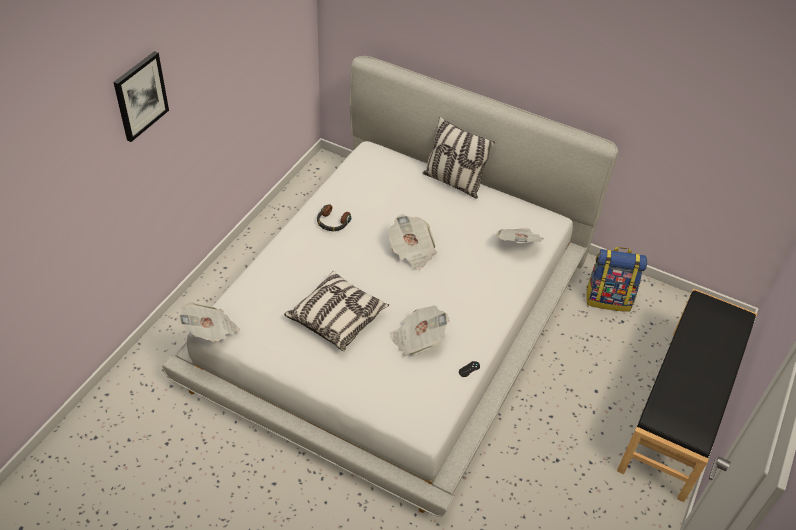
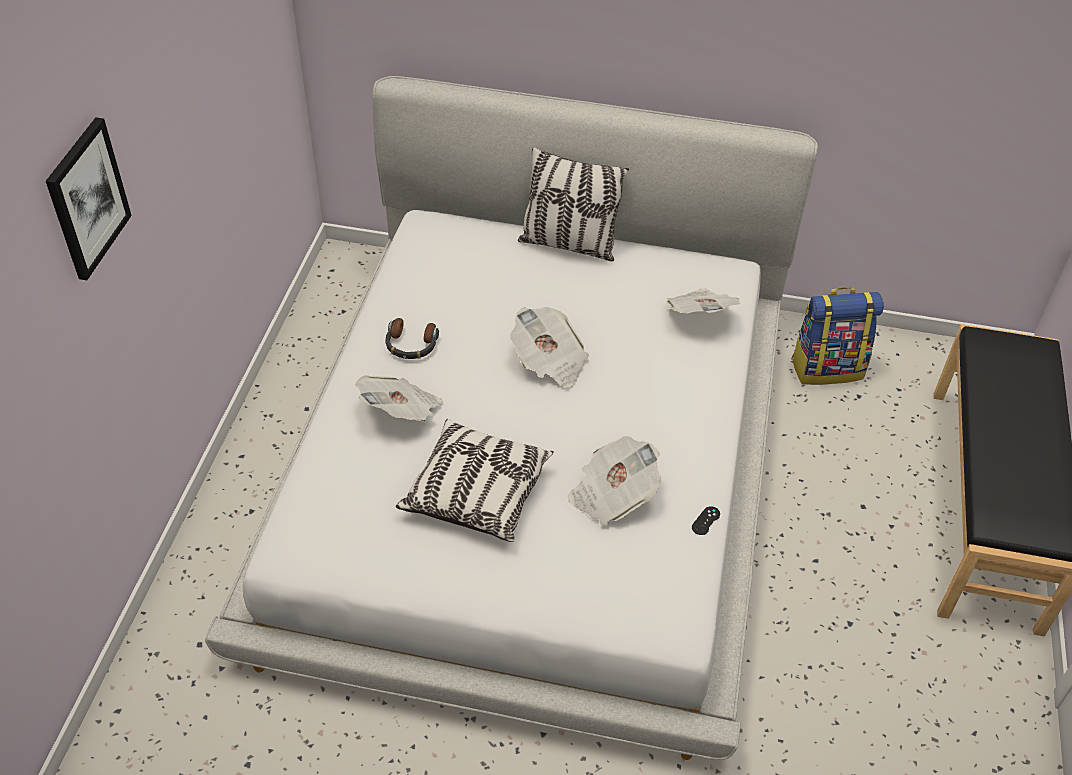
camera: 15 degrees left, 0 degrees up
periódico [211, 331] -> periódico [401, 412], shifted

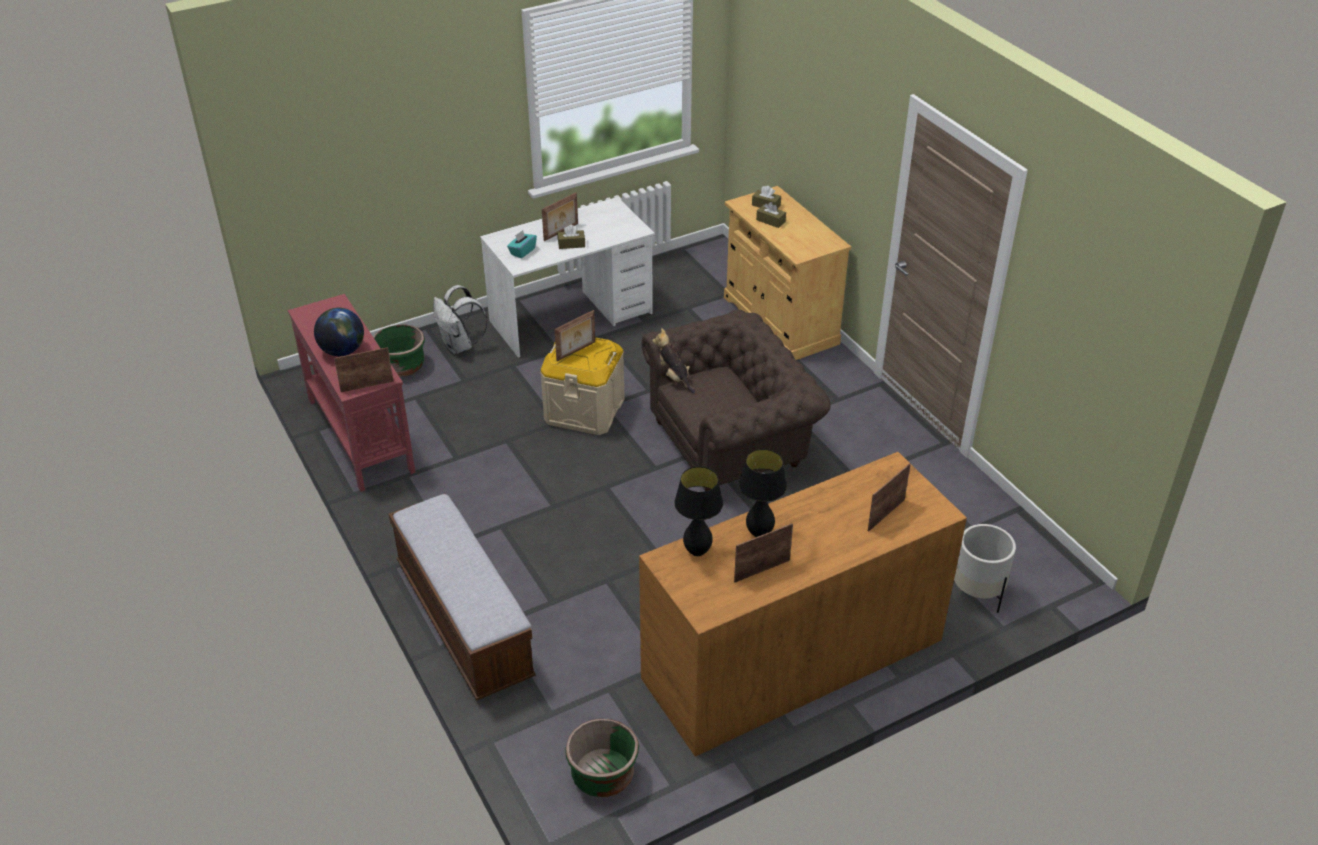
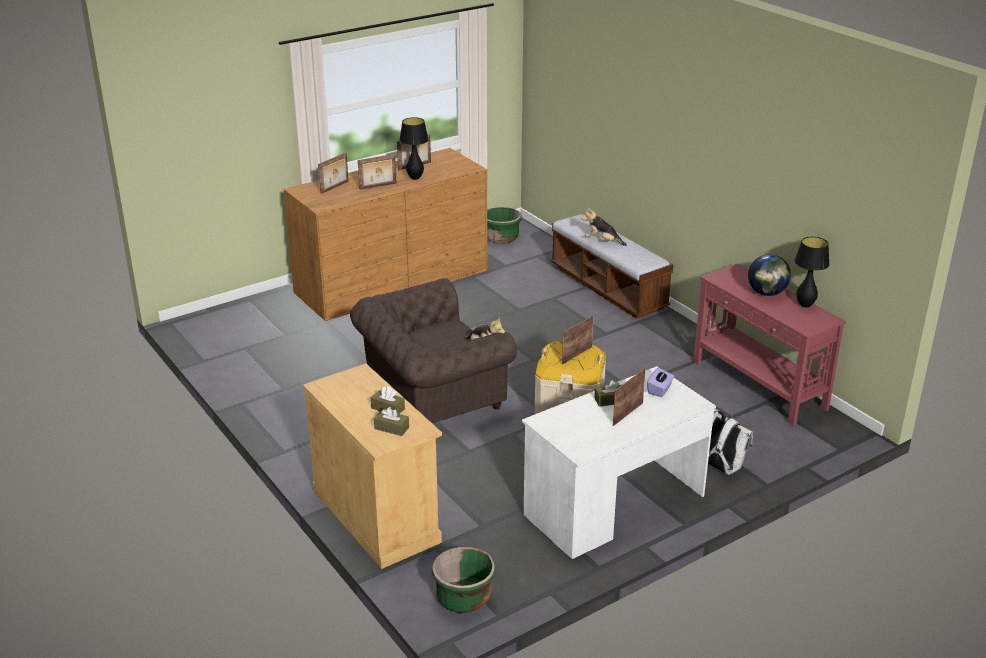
camera: 175 degrees right, 10 degrees down
portarretratos [367, 386] -> portarretratos [378, 186], shifted
maceta (verde) [402, 366] -> maceta (verde) [464, 598], shifted
none -> peluche [602, 241]
caja de pañuelos (turquesa) [522, 251] -> caja de pañuelos (morado) [659, 390]
lámpara de mesa (negro) [697, 551] -> lámpara de mesa (negro) [805, 305], shifted
maceta (blanco) [976, 593] -> none

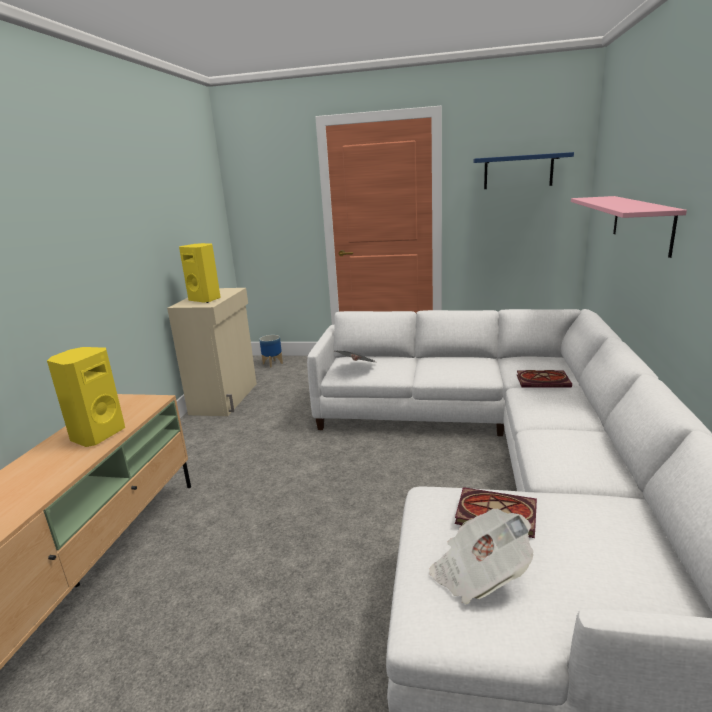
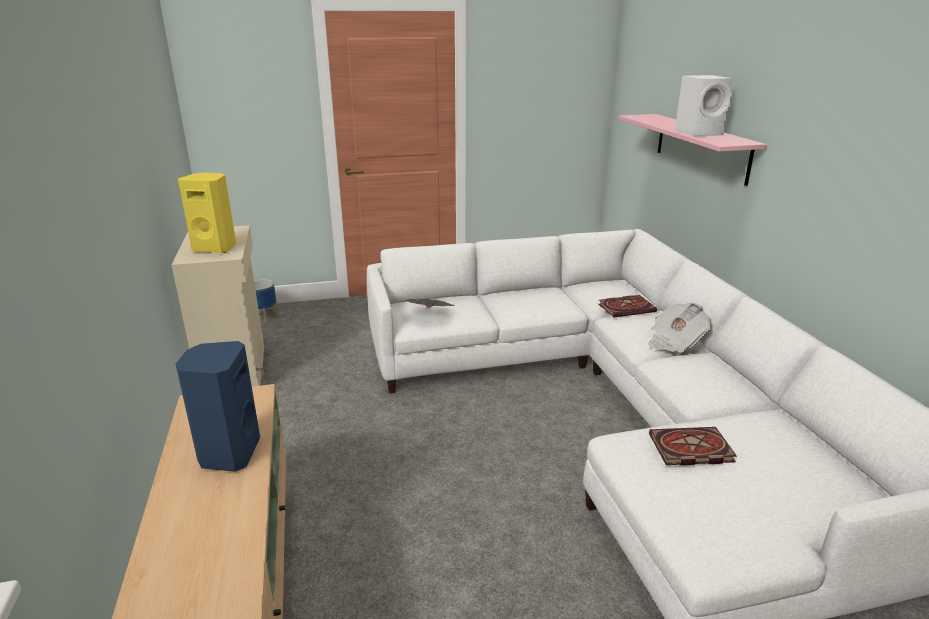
camera: 25 degrees left, 5 degrees up
altavoz (amarillo) [97, 435] -> altavoz (azul) [228, 453]
periódico [479, 574] -> periódico [675, 342], shifted
none -> altavoz (blanco) [700, 133]
estante (azul) [518, 171] -> none

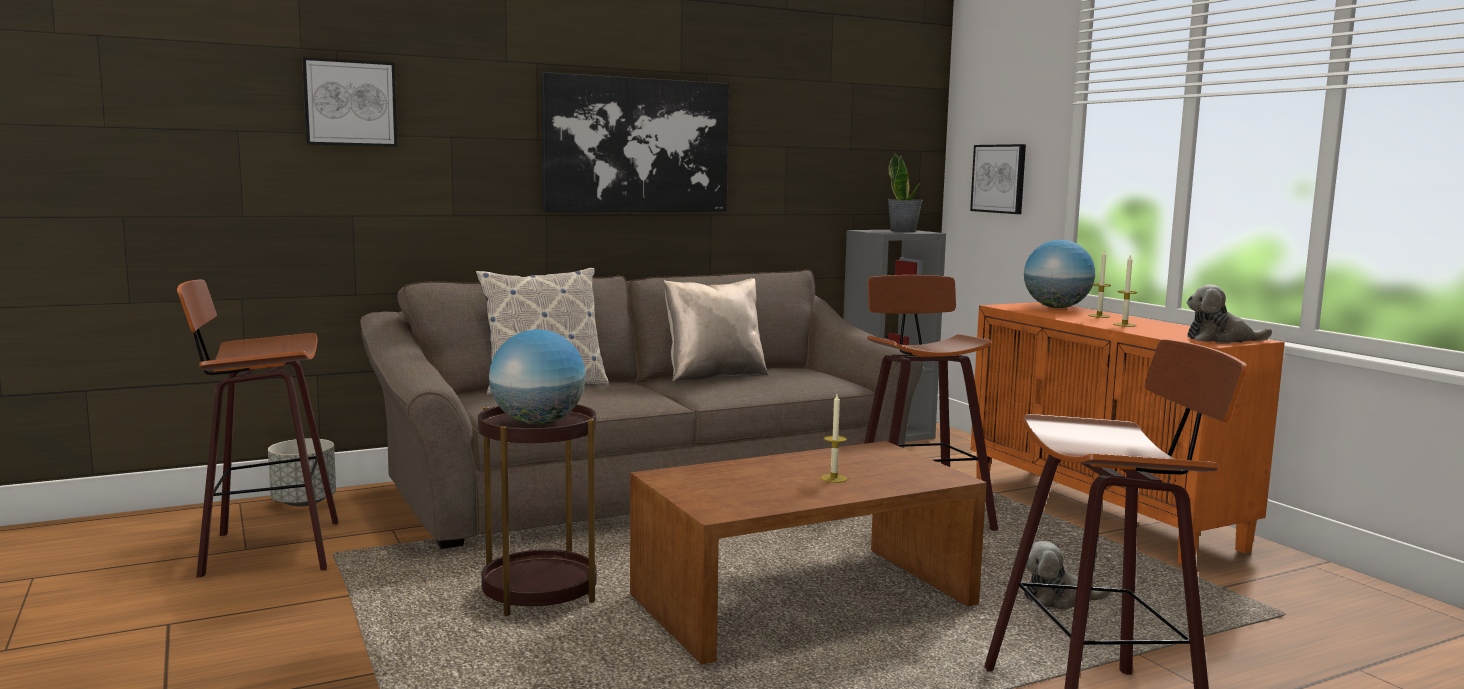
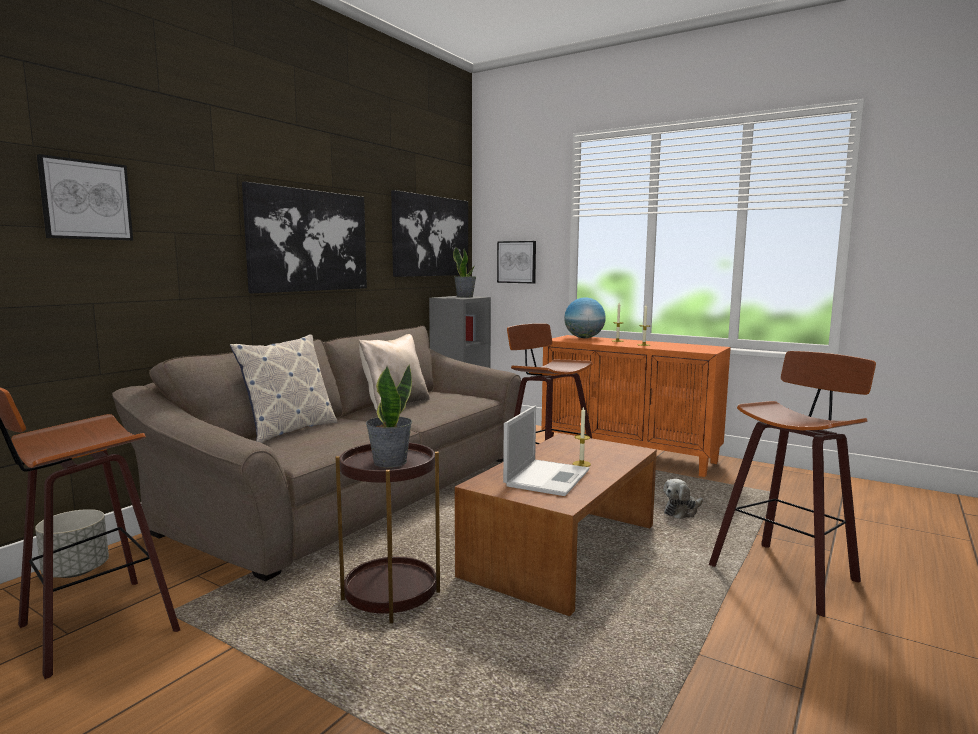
camera: 30 degrees left, 0 degrees up
globo terráqueo [538, 423] -> planta en maceta [389, 462]
none -> cuadro [431, 236]
none -> portátil [547, 477]
peluche [1221, 340] -> none

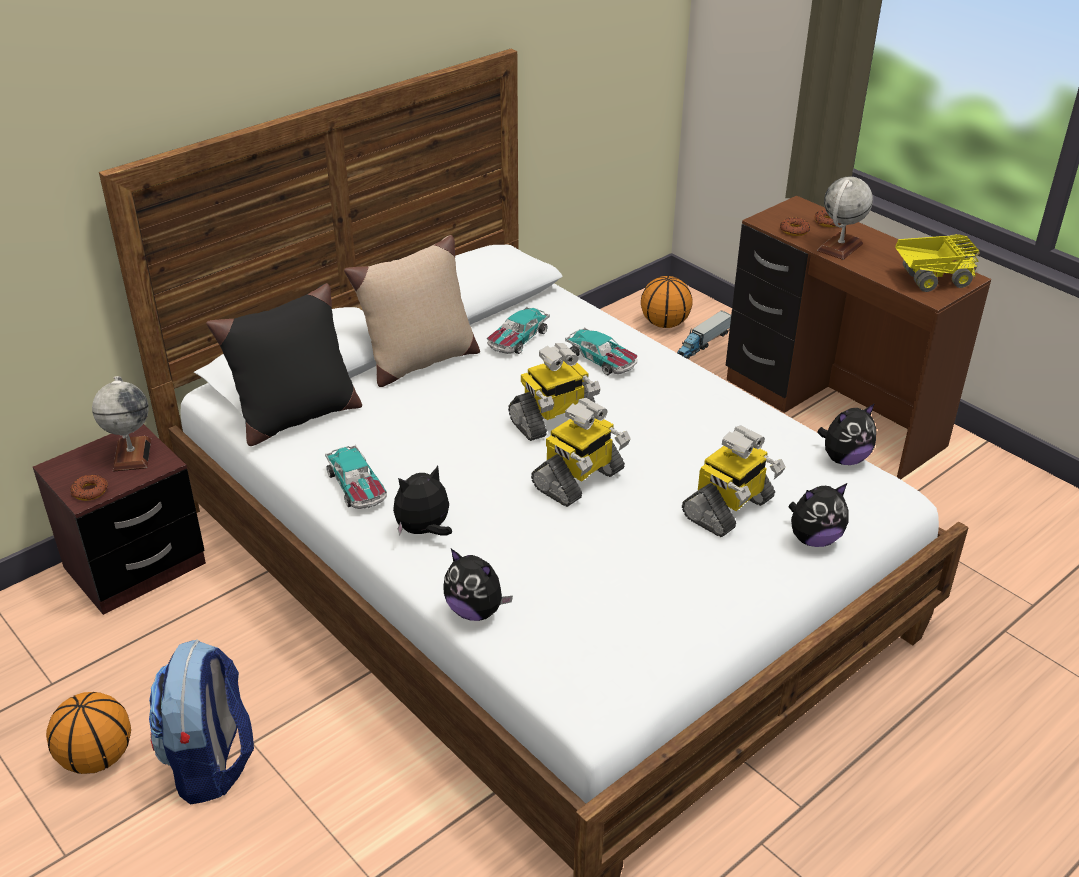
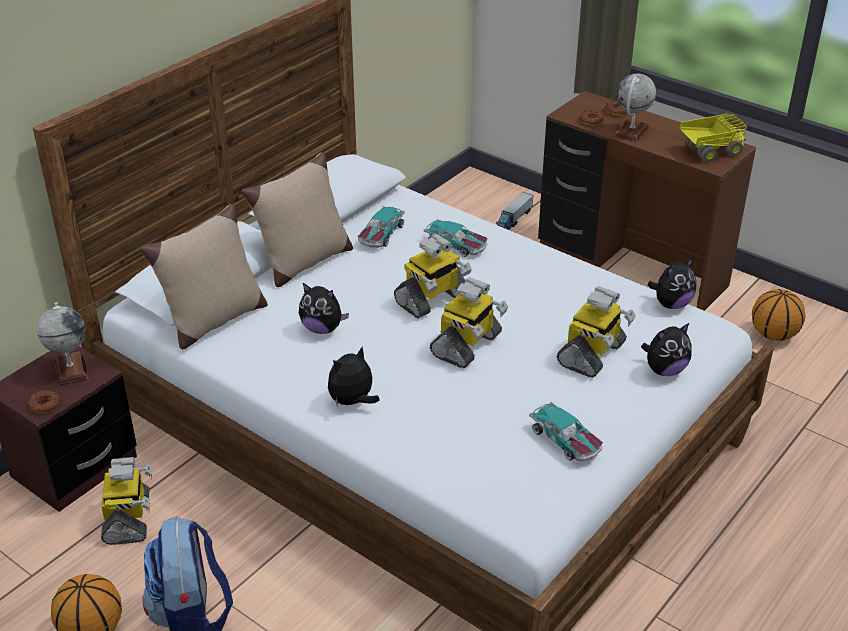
camera: 10 degrees left, 0 degrees up
none -> robot de juguete [129, 519]
cojín (negro) [295, 418] -> cojín (beis) [213, 321]
peluche [476, 610] -> peluche [322, 329], shifted
coche de juguete [357, 487] -> coche de juguete [566, 440], shifted
balón de baloncesto [664, 323] -> balón de baloncesto [773, 334], shifted

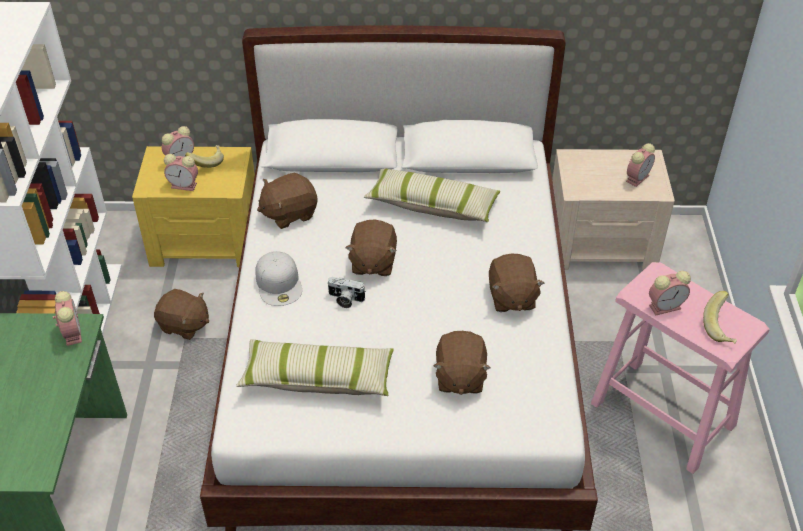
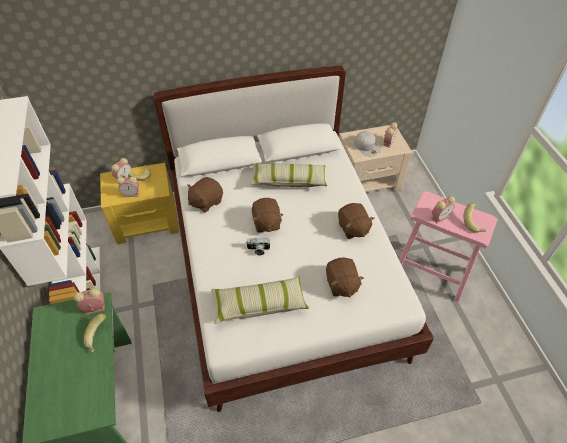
camera: 15 degrees left, 5 degrees up
despertador [72, 332] -> despertador [94, 309], 75 degrees counterclockwise
none -> plátano [99, 337]
gorra (blanco) [279, 283] -> gorra (blanco) [367, 146], shifted
peluche (marrón) [184, 325] -> none

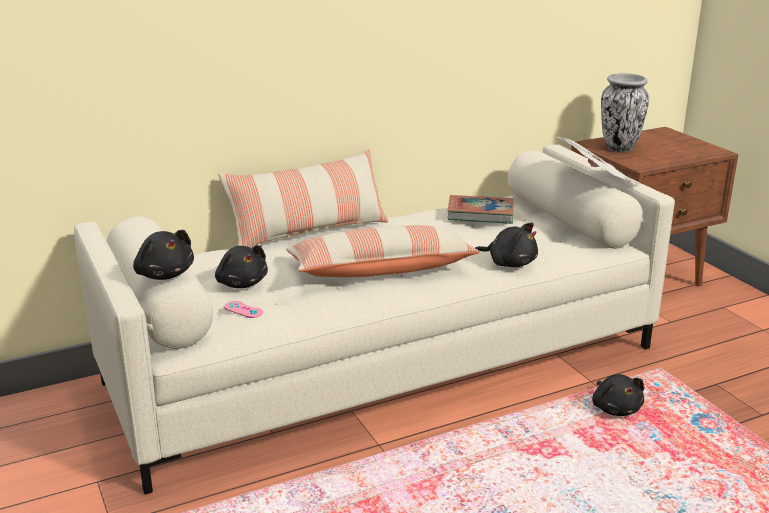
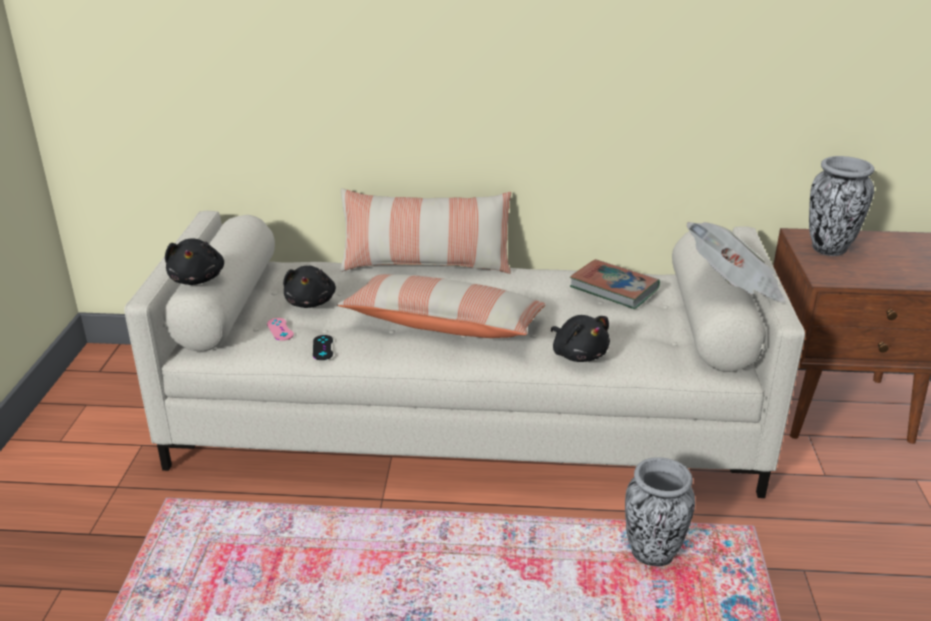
camera: 30 degrees right, 5 degrees up
none -> mando de consola (negro) [323, 348]
peluche (negro) [615, 408] -> florero [652, 553]

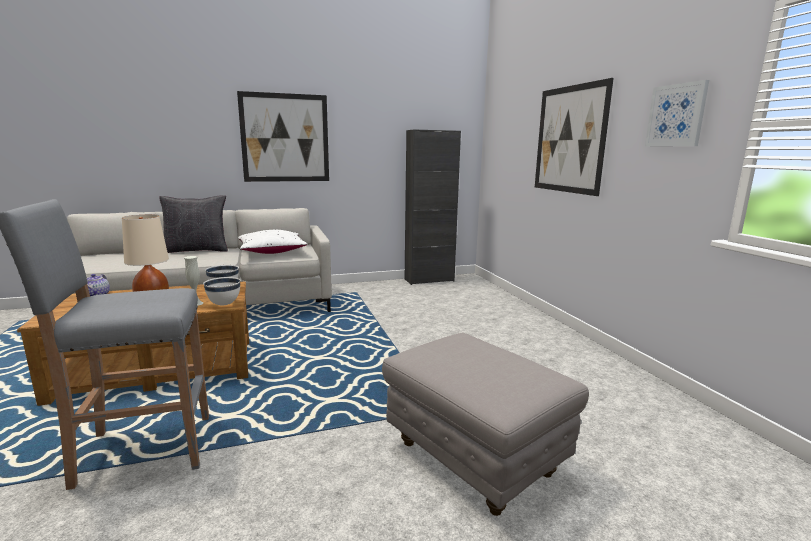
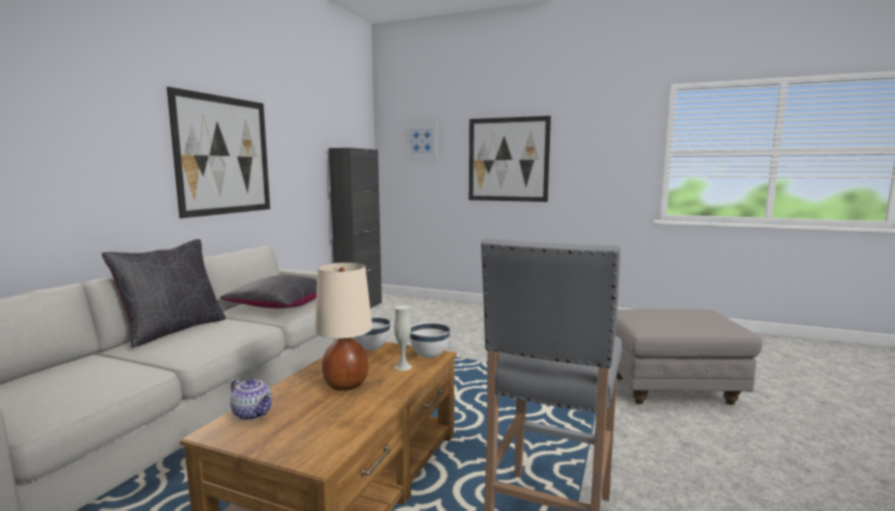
camera: 50 degrees left, 5 degrees down
cojín (blanco) [272, 251] -> cojín (negro) [281, 305]
cuadro [676, 115] -> cuadro [422, 141], shifted

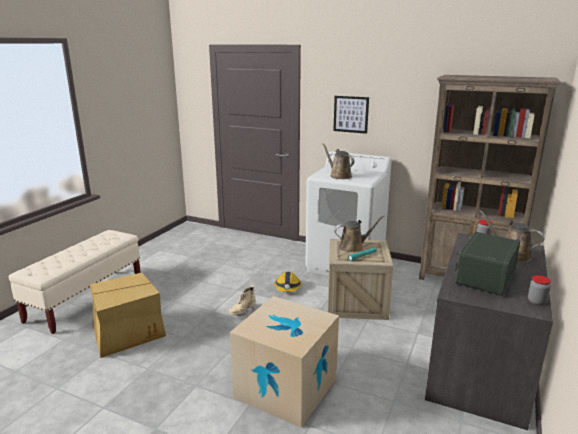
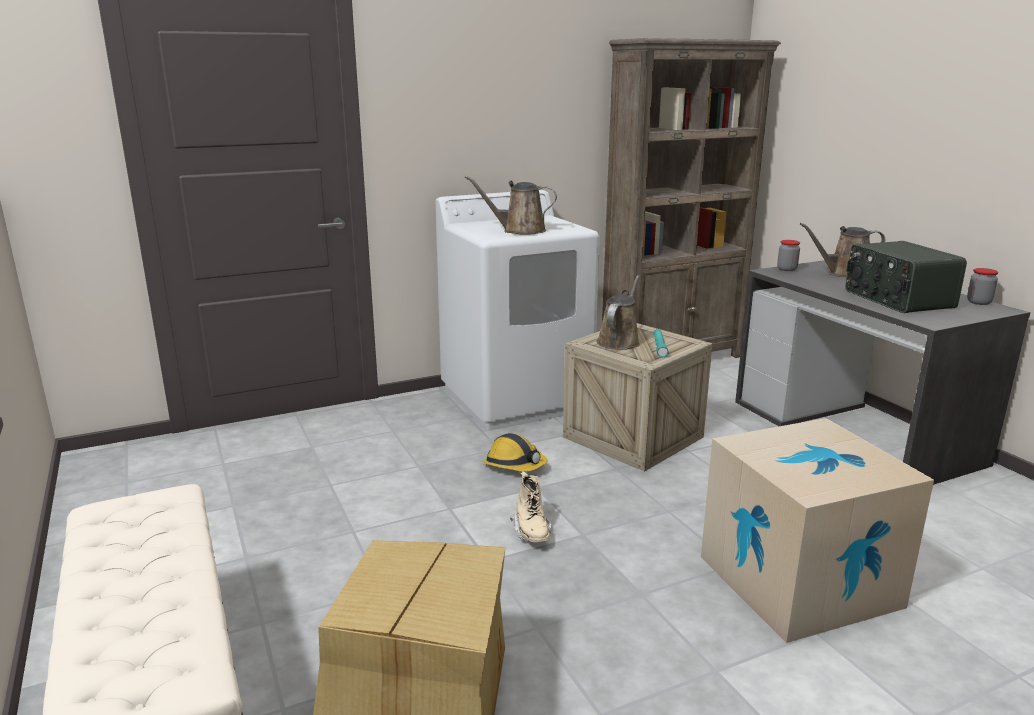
camera: 50 degrees left, 0 degrees up
cuadro [351, 114] -> none

